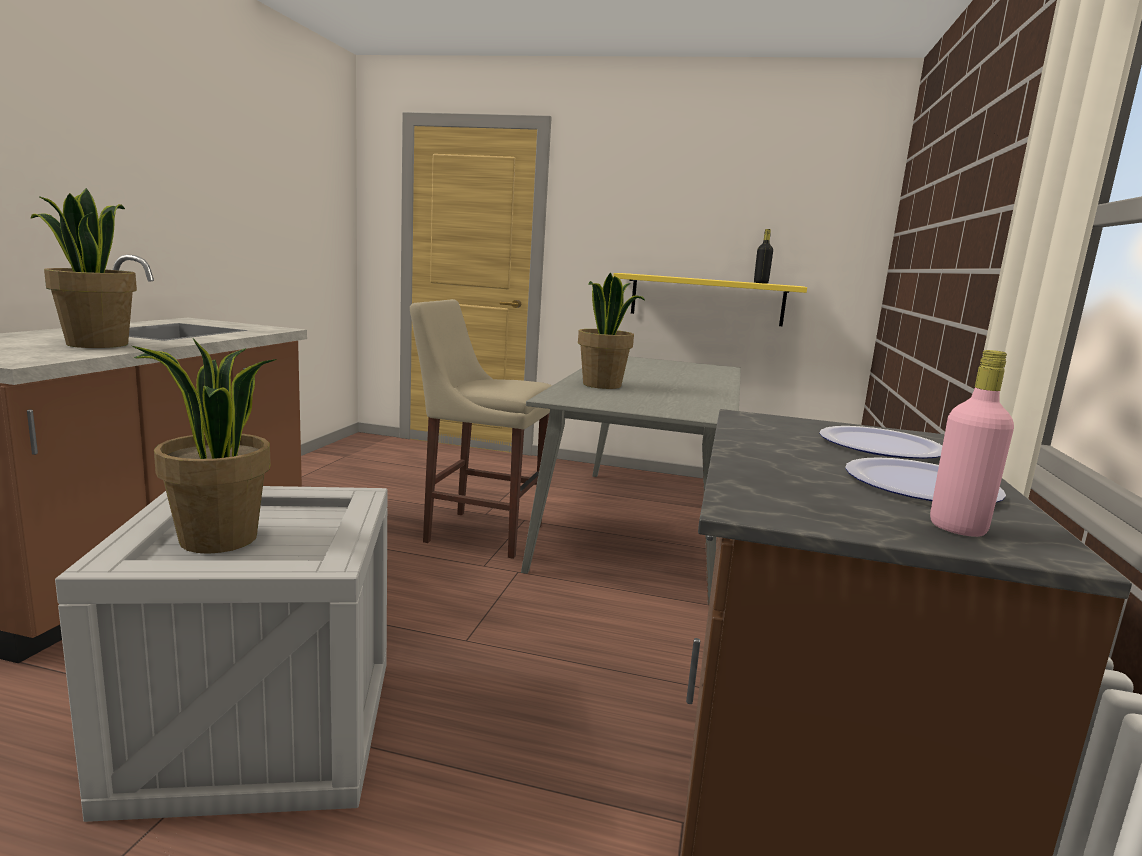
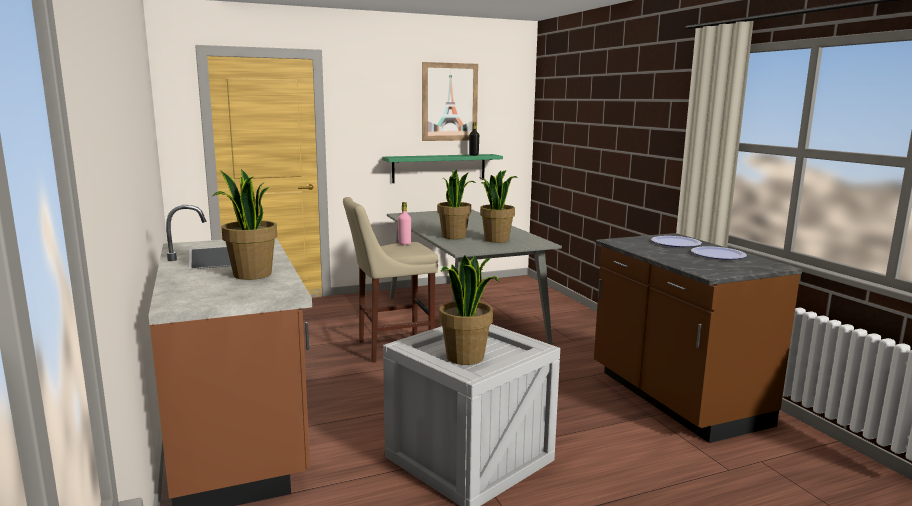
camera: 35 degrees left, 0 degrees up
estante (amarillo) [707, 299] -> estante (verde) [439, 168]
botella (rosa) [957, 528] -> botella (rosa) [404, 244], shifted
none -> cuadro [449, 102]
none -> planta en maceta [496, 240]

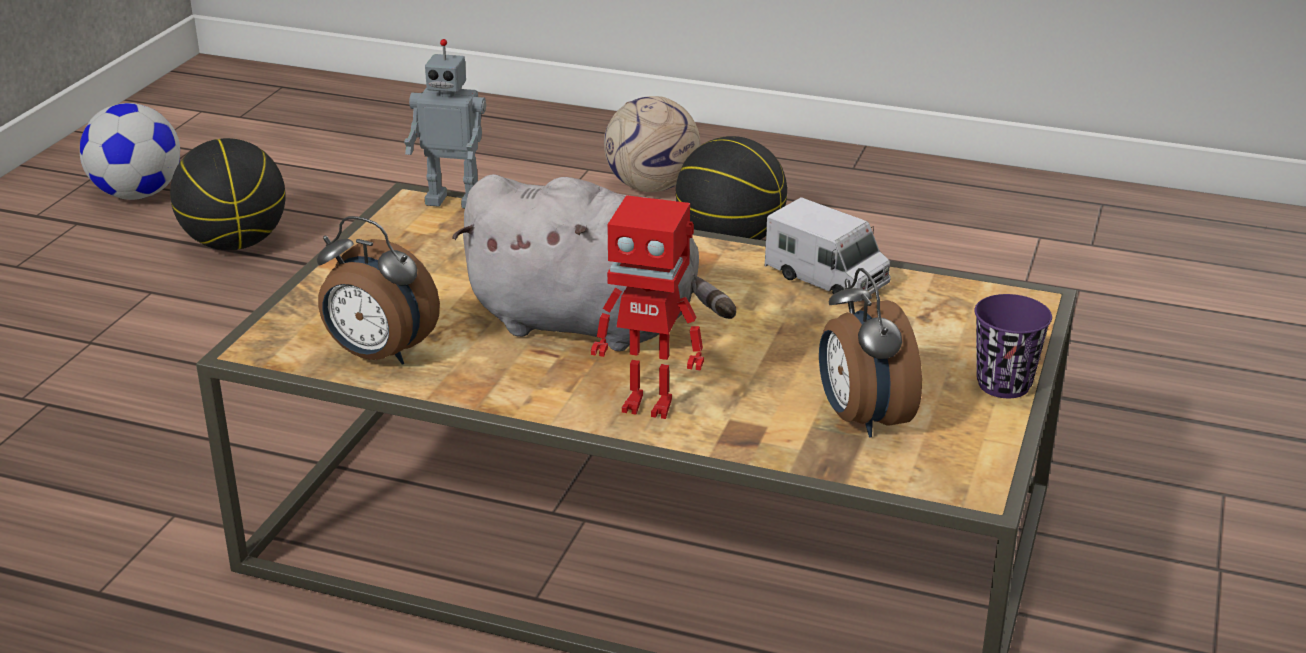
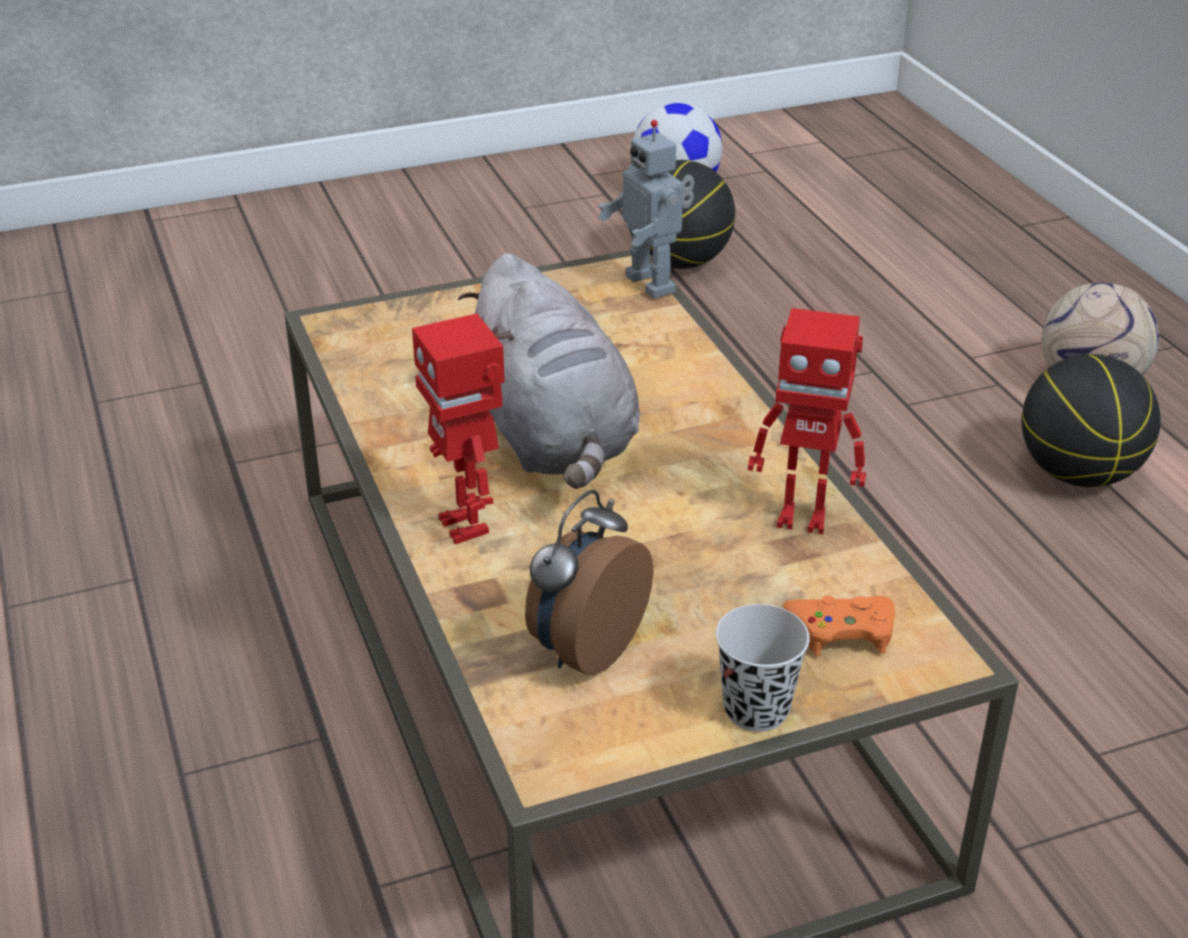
camera: 50 degrees right, 5 degrees up
taza (morado) [1003, 384] -> taza (negro) [756, 710]
camión de juguete [826, 278] -> robot de juguete [802, 518]
none -> mando de consola (naranja) [842, 631]
despertador [378, 355] -> none

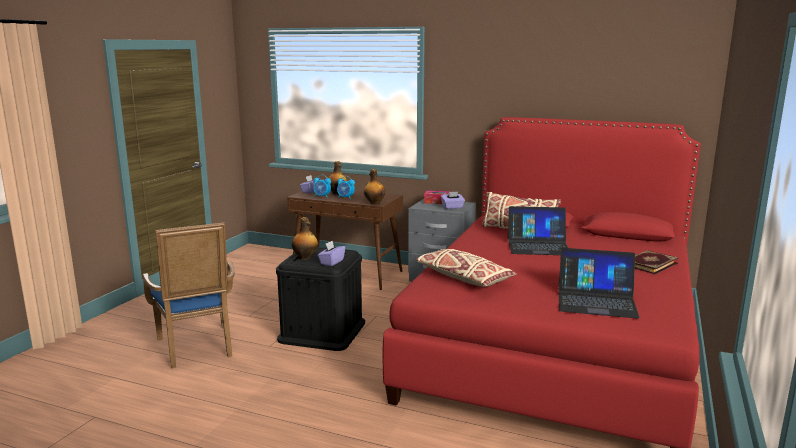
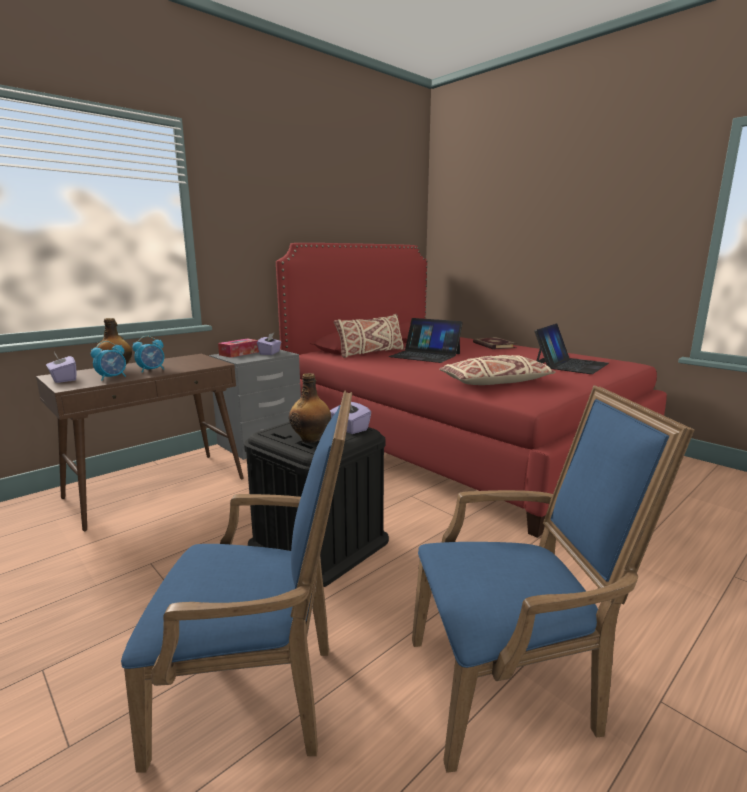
camera: 65 degrees left, 0 degrees up
portátil [538, 246] -> portátil [425, 355], 90 degrees clockwise
none -> sillón (azul) [512, 687]
botella [374, 203] -> none

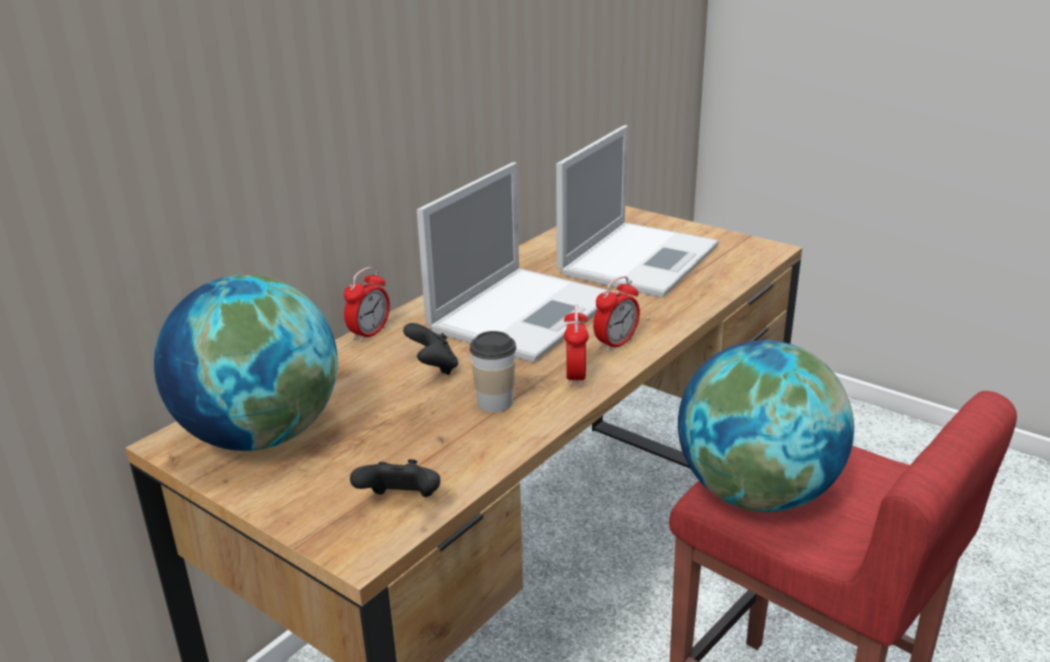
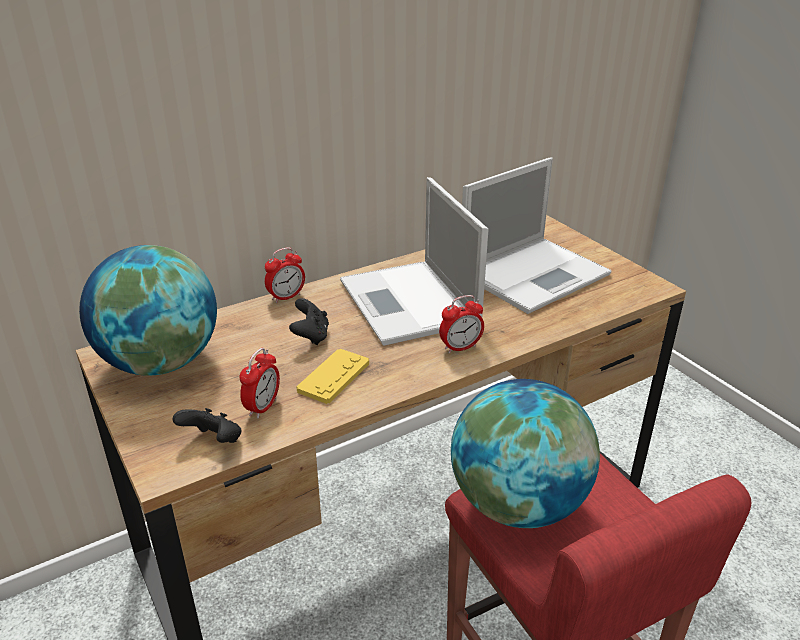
camera: 20 degrees right, 5 degrees up
despertador [575, 377] -> despertador [263, 407], shifted
taza [495, 403] -> mando de consola (amarillo) [334, 377]
portátil [524, 312] -> portátil [410, 303], 105 degrees clockwise

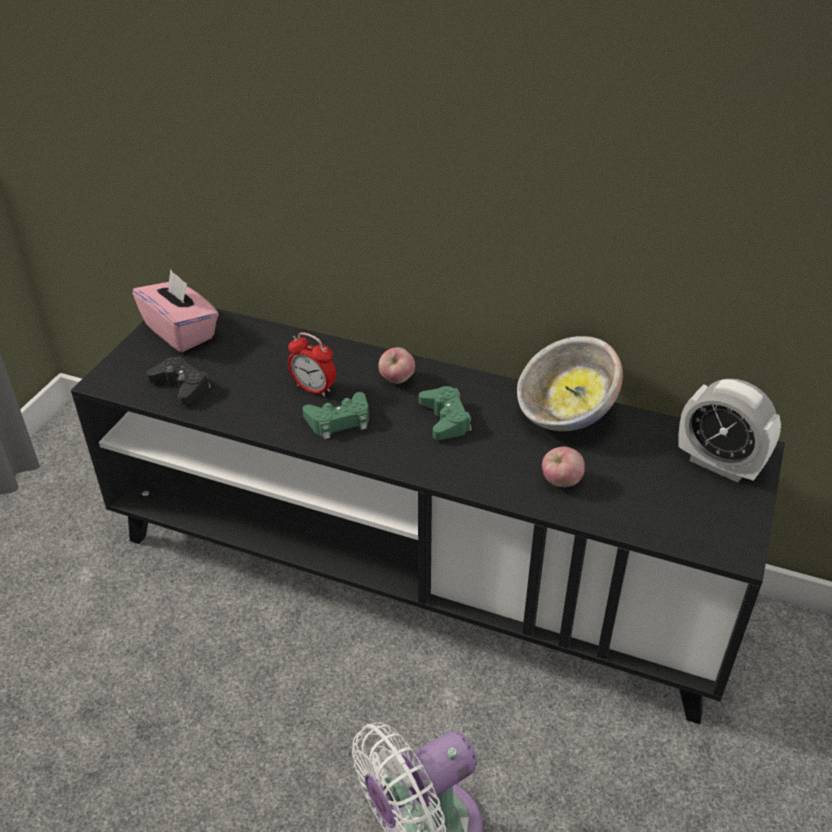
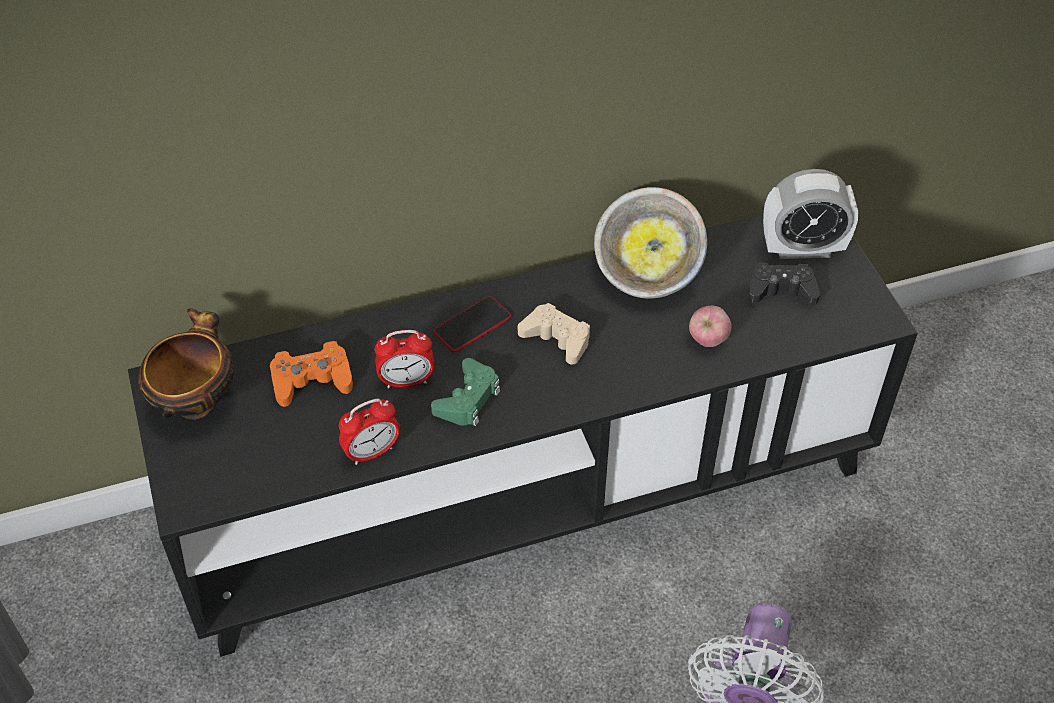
camera: 40 degrees left, 10 degrees up
caja de pañuelos (rosa) [181, 332] -> cuenco [196, 400]
none -> mando de consola (naranja) [312, 380]
none -> despertador [372, 452]
manzana [397, 380] -> móvil [472, 325]
mando de consola (verde) [445, 419] -> mando de consola (beis) [557, 339]
mando de consola (negro) [181, 386] -> mando de consola (negro) [781, 290], shifted

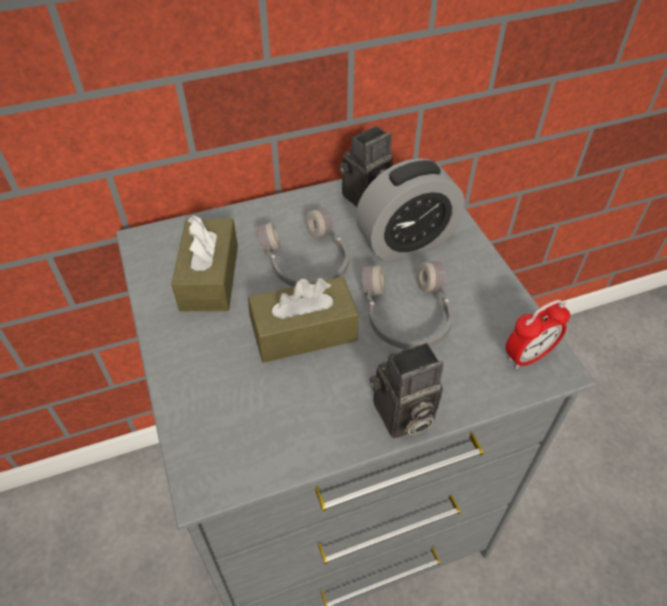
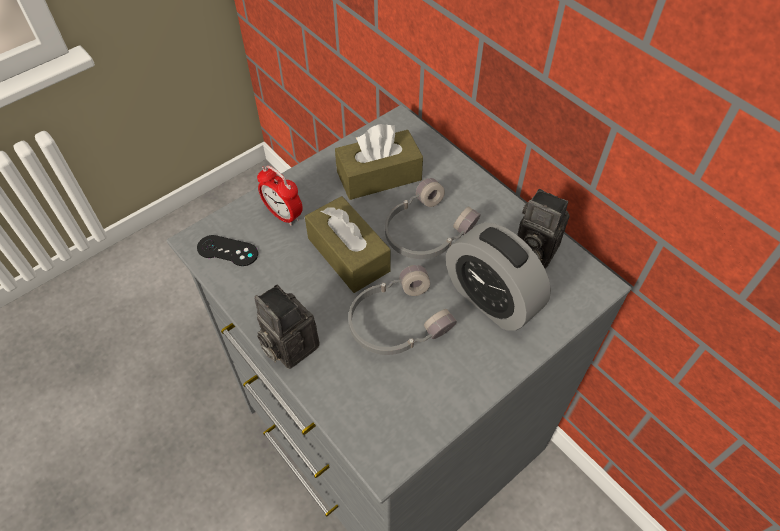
camera: 70 degrees right, 5 degrees up
none -> mando de consola (negro) [227, 251]
despertador [528, 356] -> despertador [283, 215], shifted

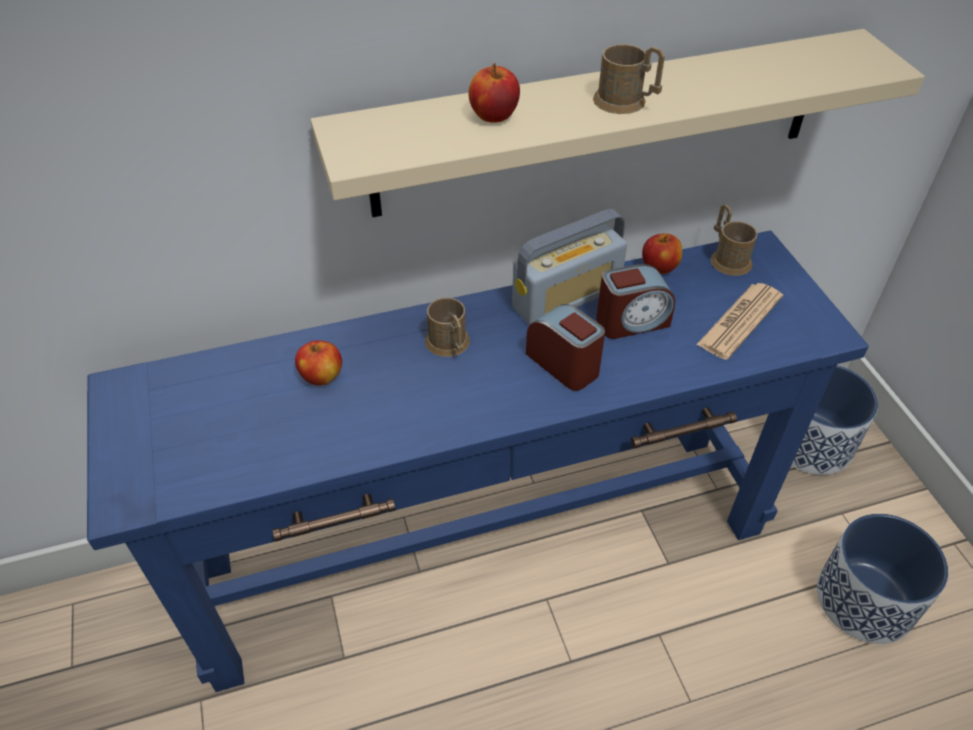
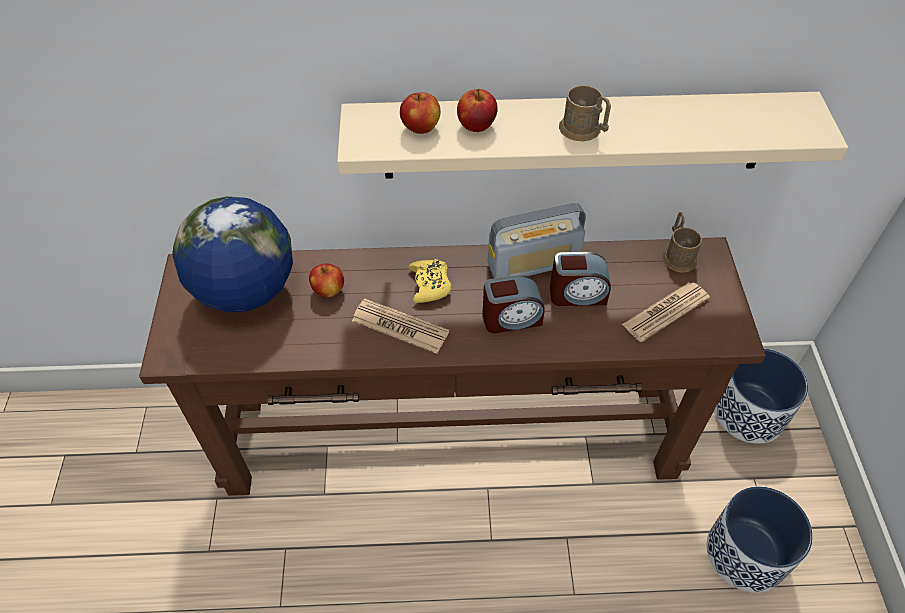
camera: 15 degrees right, 5 degrees up
mesa consola (azul) [485, 546] -> mesa consola (marrón) [452, 436]
none -> globo terráqueo [246, 291]
none -> periódico [400, 326]
manzana [659, 268] -> manzana [421, 128], shifted
taza grande (marrón) [450, 345] -> mando de consola (amarillo) [430, 285]
despertador [564, 364] -> despertador [511, 318], 105 degrees clockwise

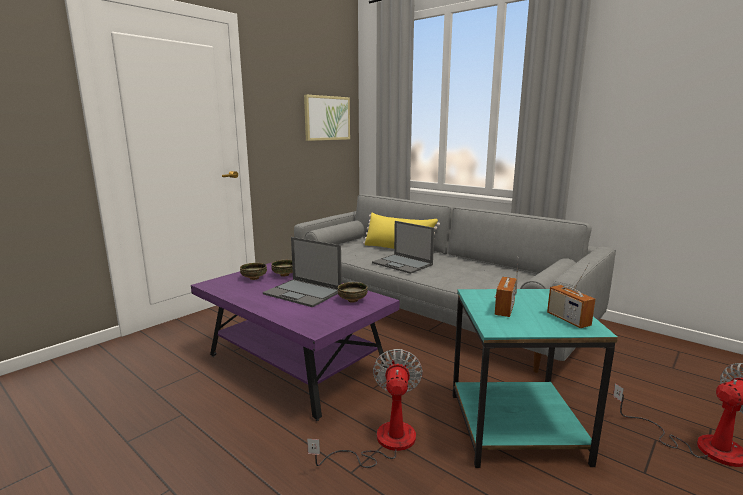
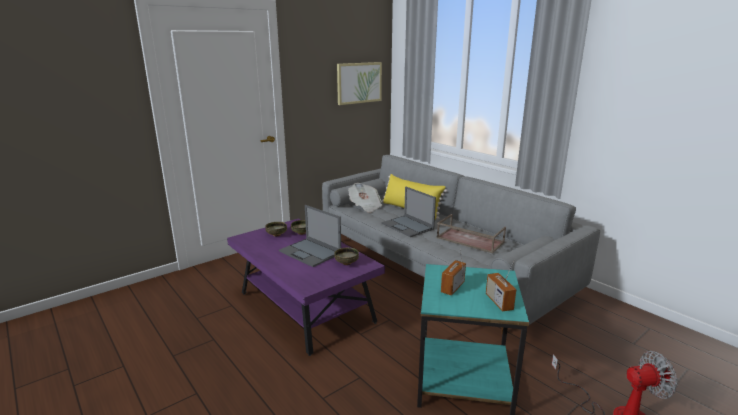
camera: 10 degrees right, 5 degrees up
none -> periódico [365, 206]
none -> bandeja (marrón) [469, 240]
ventilador [383, 442] -> none

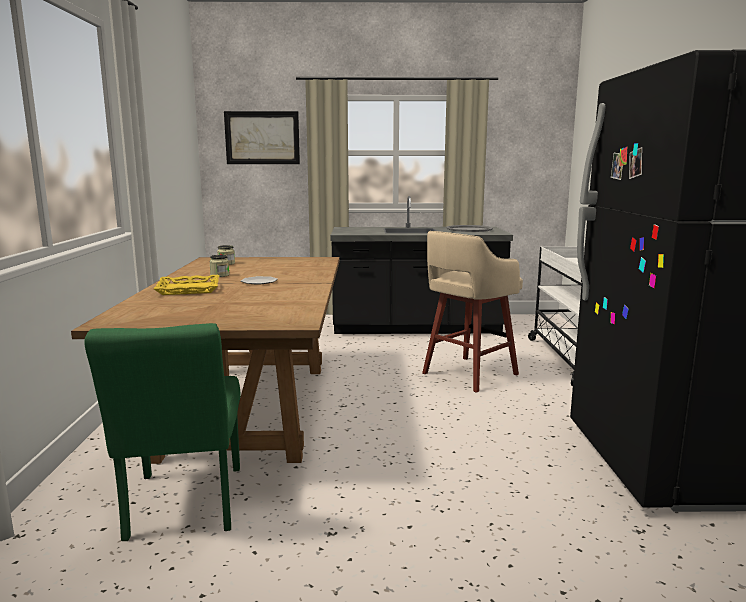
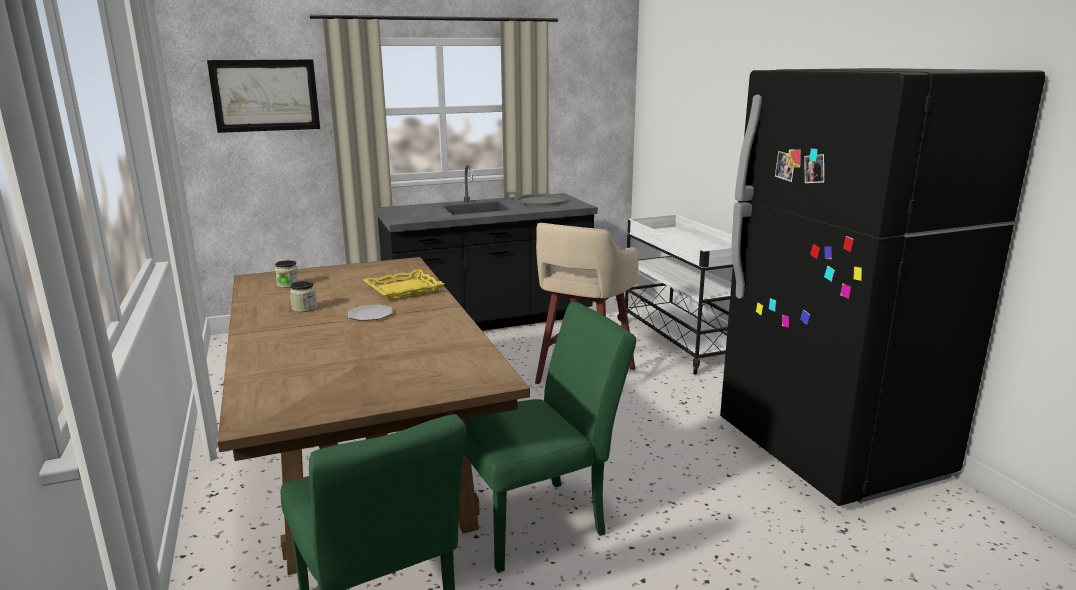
camera: 20 degrees left, 5 degrees up
bandeja (amarillo) [188, 289] -> bandeja (amarillo) [403, 289], shifted
none -> silla (verde) [541, 520]

